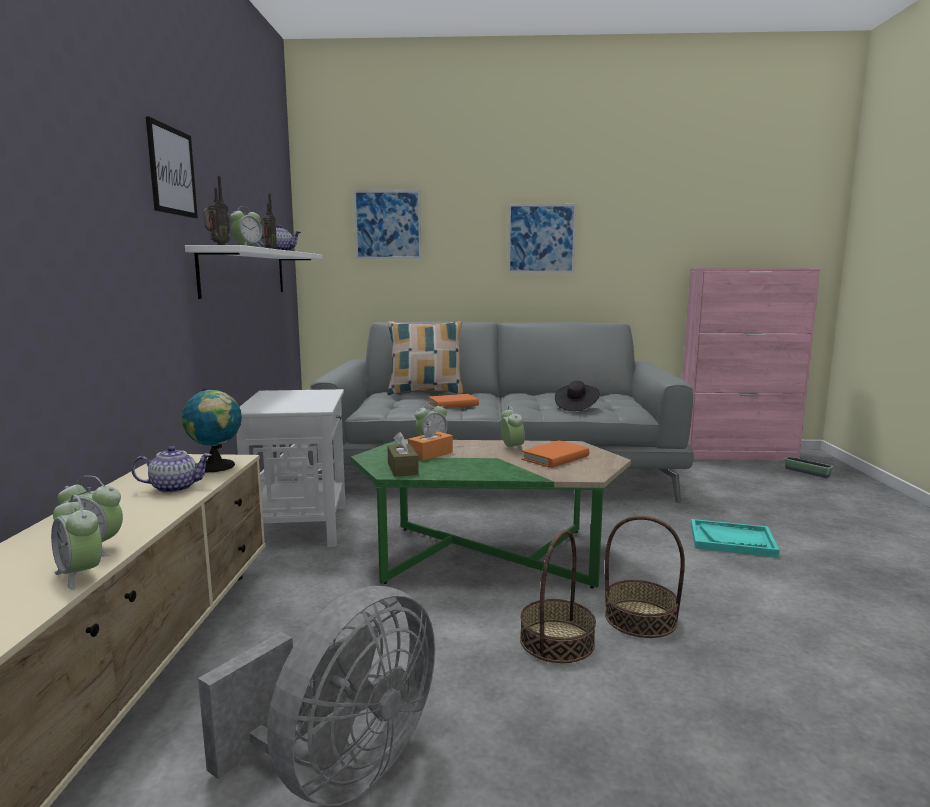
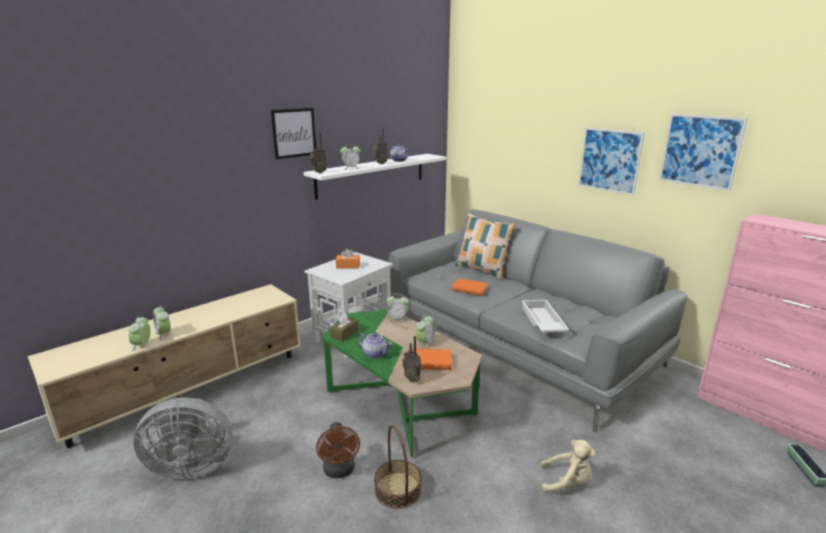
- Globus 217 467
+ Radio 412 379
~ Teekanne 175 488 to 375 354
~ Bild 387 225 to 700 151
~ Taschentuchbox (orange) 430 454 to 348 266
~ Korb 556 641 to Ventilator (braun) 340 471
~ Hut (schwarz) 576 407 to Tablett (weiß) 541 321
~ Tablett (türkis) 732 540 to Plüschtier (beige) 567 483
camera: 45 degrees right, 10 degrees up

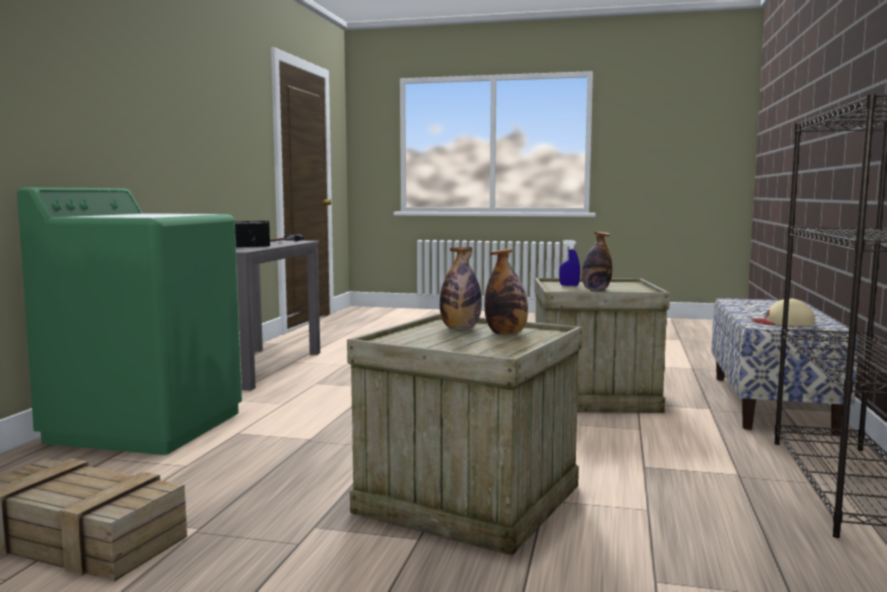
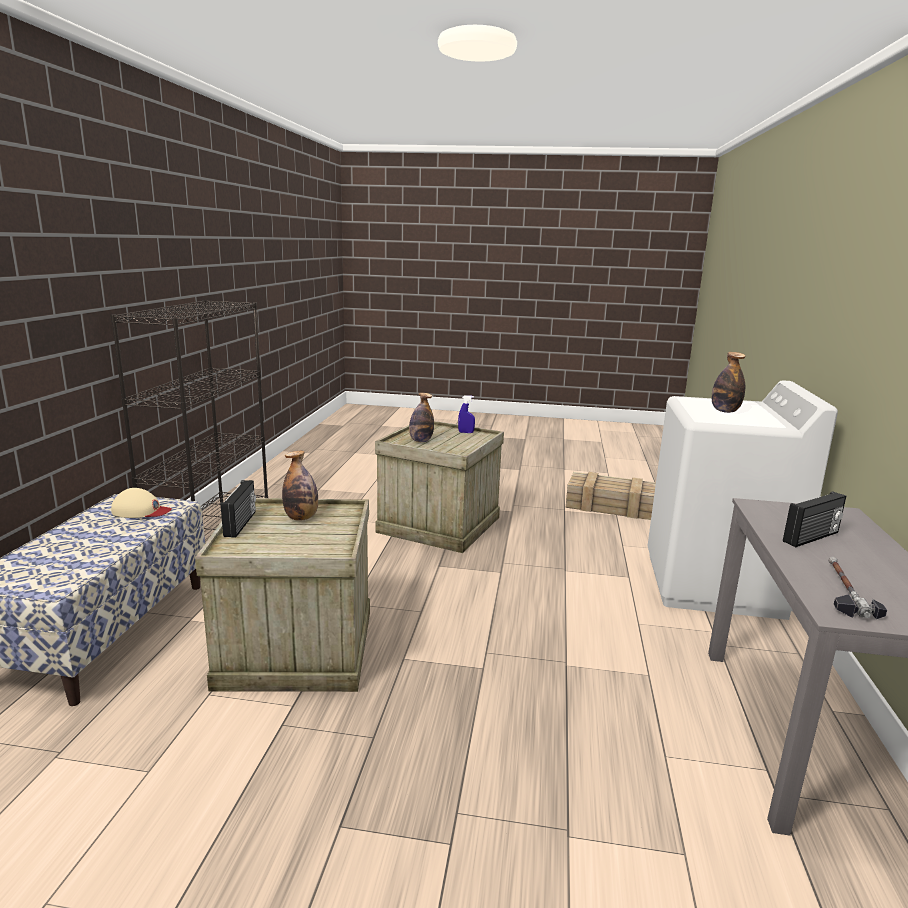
+ Radio 241 524
~ Flasche 460 328 to 725 411
~ Sprühflasche (blau) 569 285 to 466 432
~ Waschmaschine (grün) 147 426 to Waschmaschine (weiß) 714 584
camera: 175 degrees right, 10 degrees up

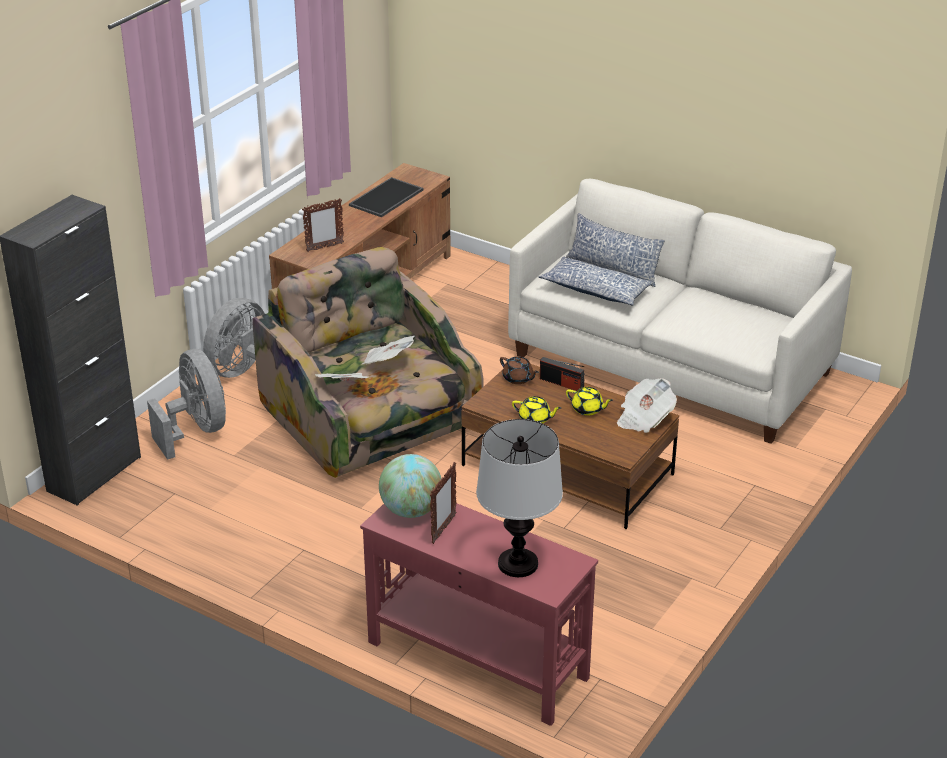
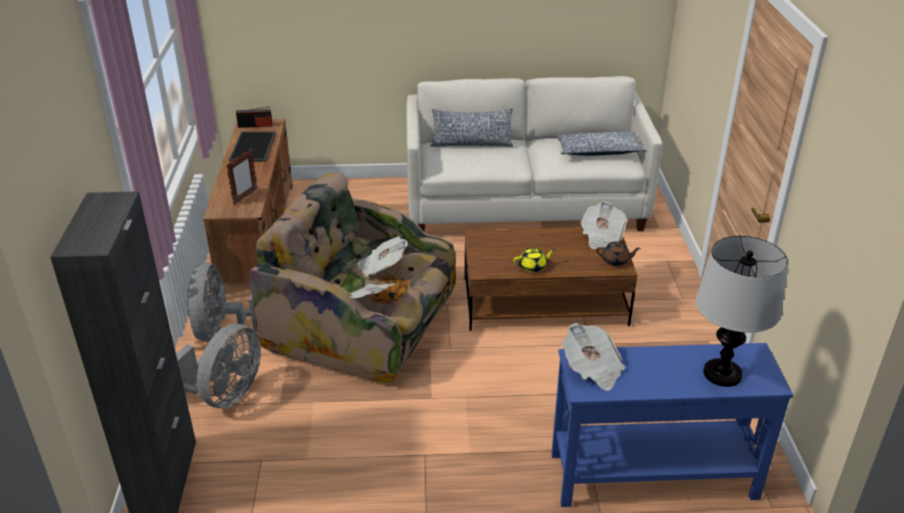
- Bilderrahmen 443 529
- Teekanne (gelb) 588 409
~ Teekanne (braun) 518 378 to 616 261
~ Kissen 595 290 to 598 151
~ Radio 561 383 to 255 125
~ Globus 411 510 to Zeitung 592 369
~ Konsolentisch (rot) 476 659 to Konsolentisch (blau) 651 475
~ Ventilator (grau) 196 430 = 224 396 90 degrees clockwise
camera: 35 degrees left, 0 degrees up

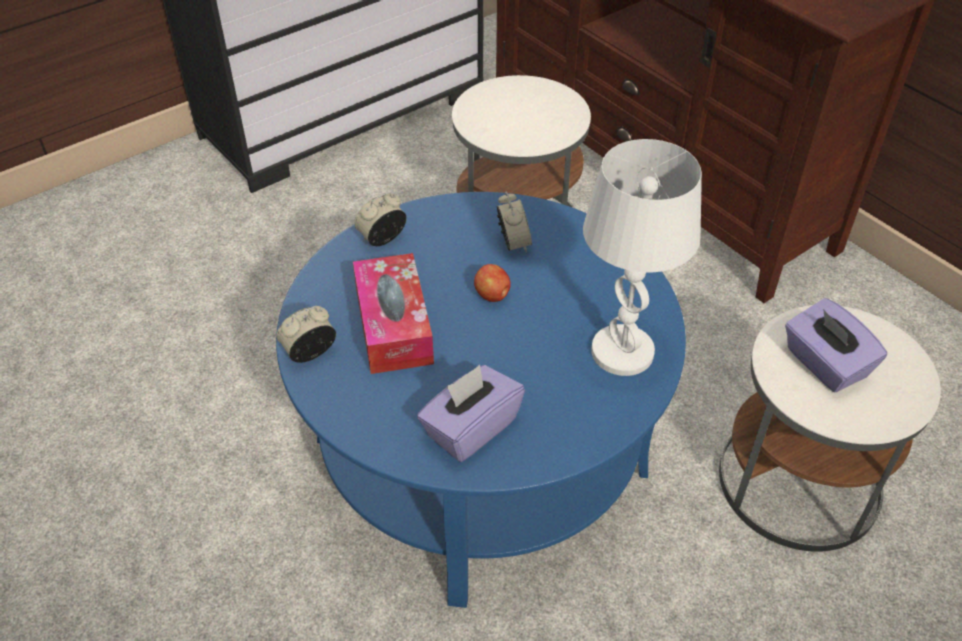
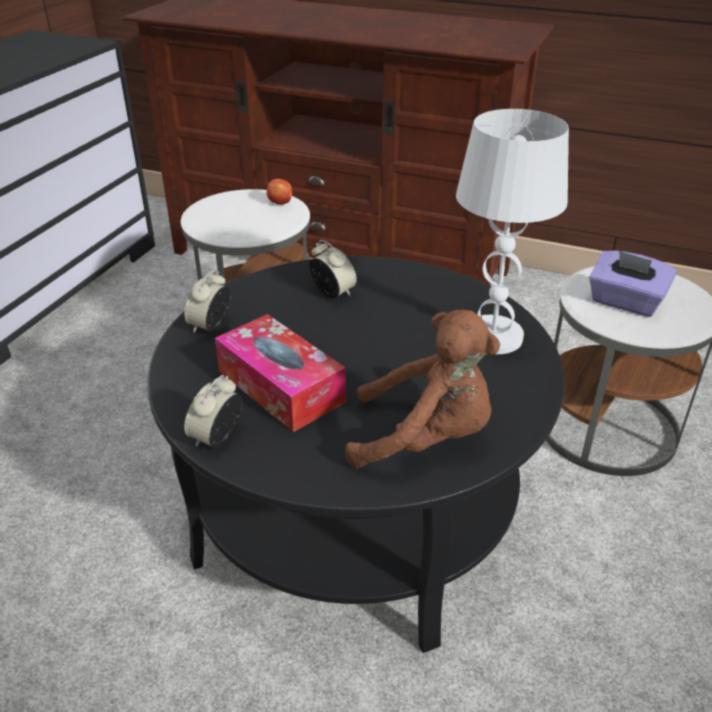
~ Apfel 492 295 to 280 203
~ Taschentuchbox (lila) 470 428 to Plüschtier (braun) 425 438
~ Couchtisch (blau) 480 455 to Couchtisch (schwarz) 356 512
camera: 30 degrees left, 10 degrees down

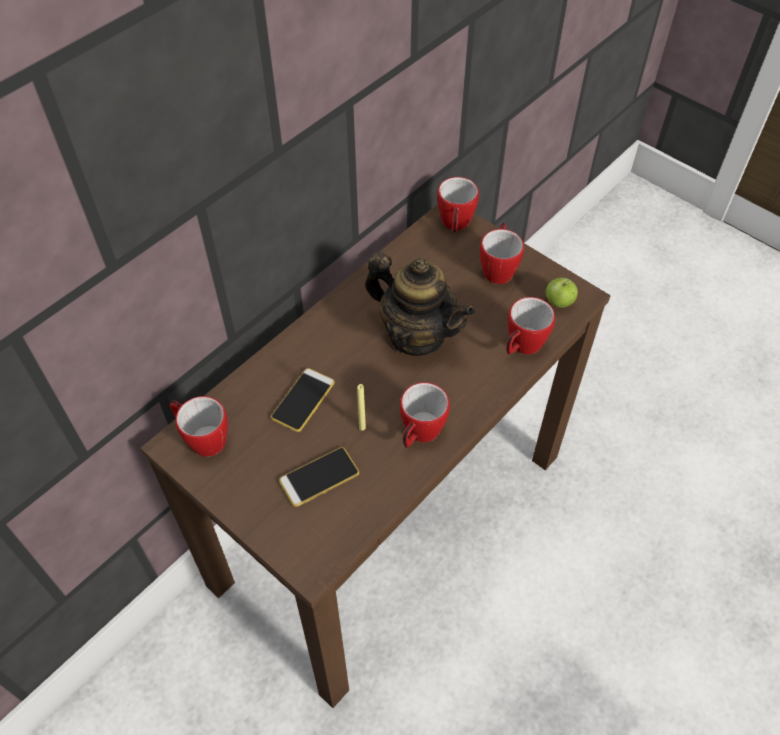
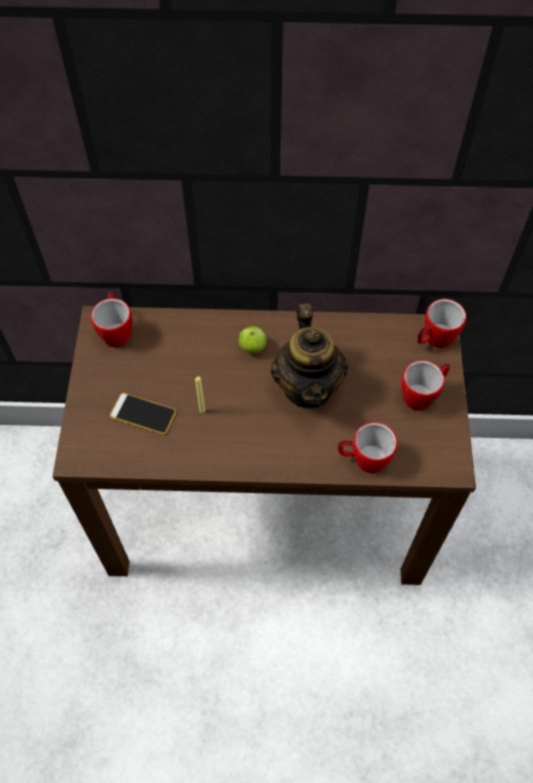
- Handy 303 400
- Henkelbecher 419 434
~ Apfel 559 302 to 252 347
camera: 50 degrees right, 5 degrees up

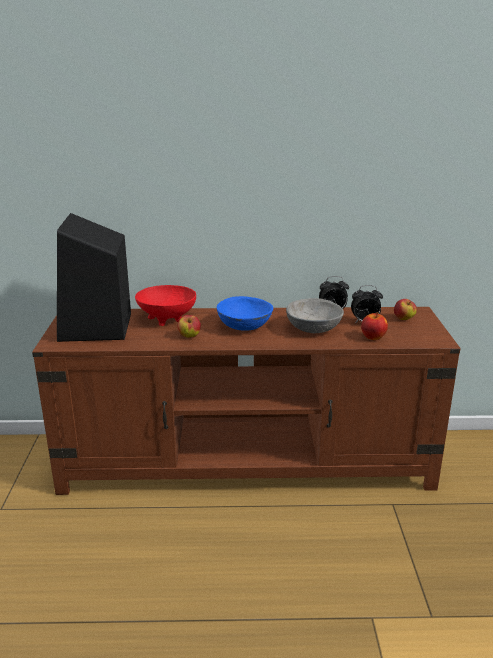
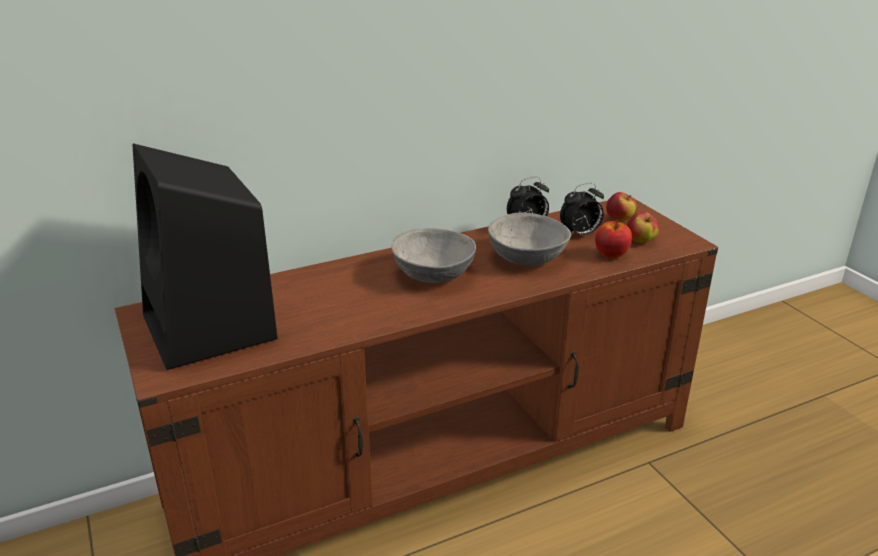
- Schüssel (rot) 168 318
~ Apfel 189 336 to 640 241
~ Schüssel (blau) 244 326 to Schüssel (grau) 432 274
camera: 25 degrees left, 5 degrees up

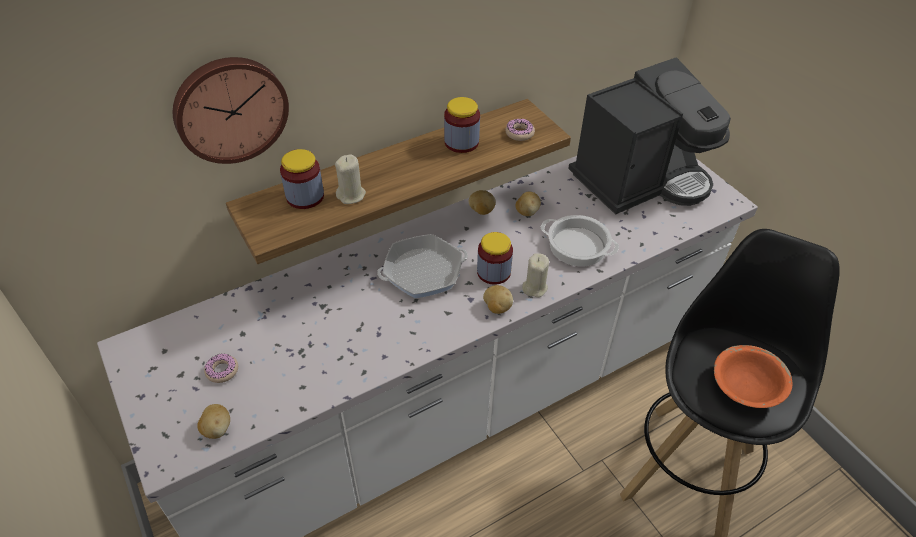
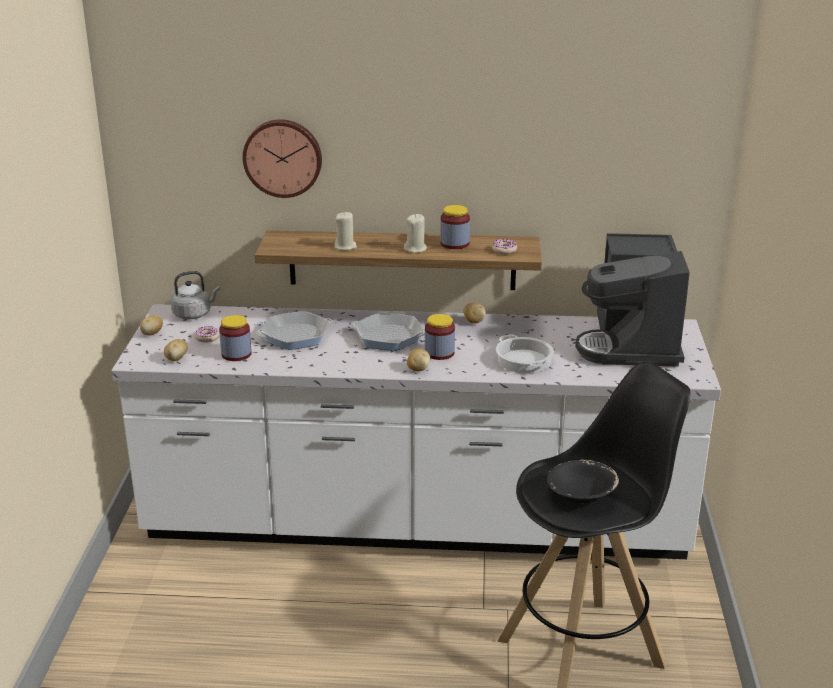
+ Wasserkessel (grau) 194 314
+ Pfanne 295 336
~ Vorratsglas 305 196 to 236 354
~ Kartoffel 527 212 to 152 334
~ Kerze (beige) 534 287 to 415 249
~ Schüssel (orange) 745 387 to Schüssel (schwarz) 581 496
~ Kaffeemaschine 640 179 = 632 344 90 degrees clockwise
camera: 35 degrees right, 20 degrees down

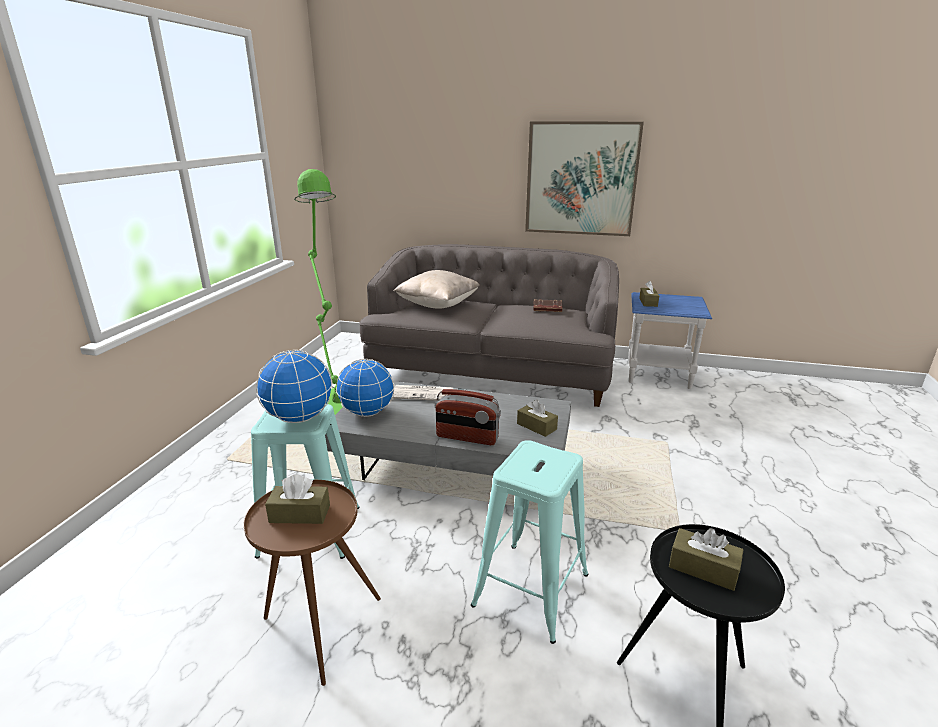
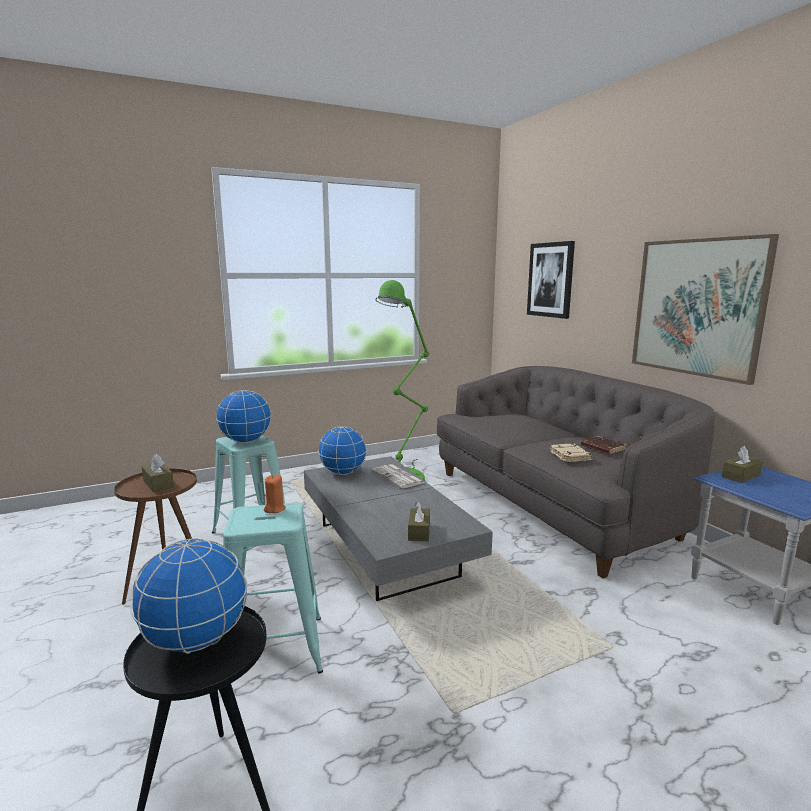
- Kissen (beige) 438 305
- Radio 467 437
+ Kerze (orange) 274 509
+ Bild 550 280
+ Buch (beige) 570 456
~ Taschentuchbox (braun) 703 568 to Globus 197 640
camera: 50 degrees right, 10 degrees down

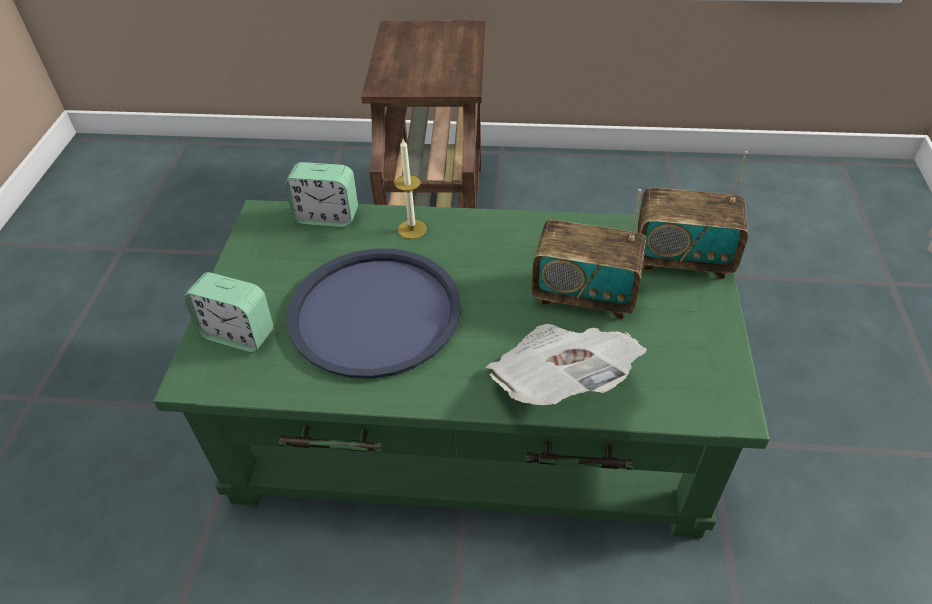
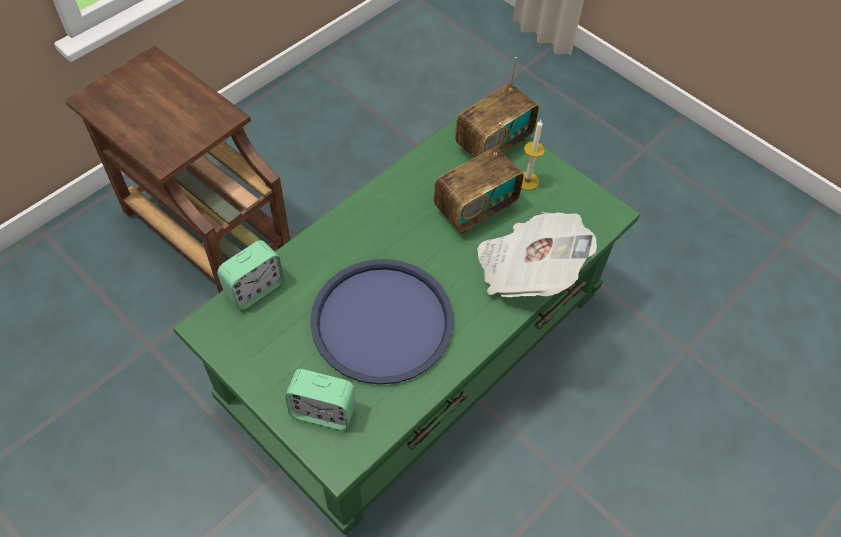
~ Kerze 412 229 to 527 181
~ Wecker 238 334 = 323 411 45 degrees clockwise
camera: 55 degrees left, 10 degrees up

